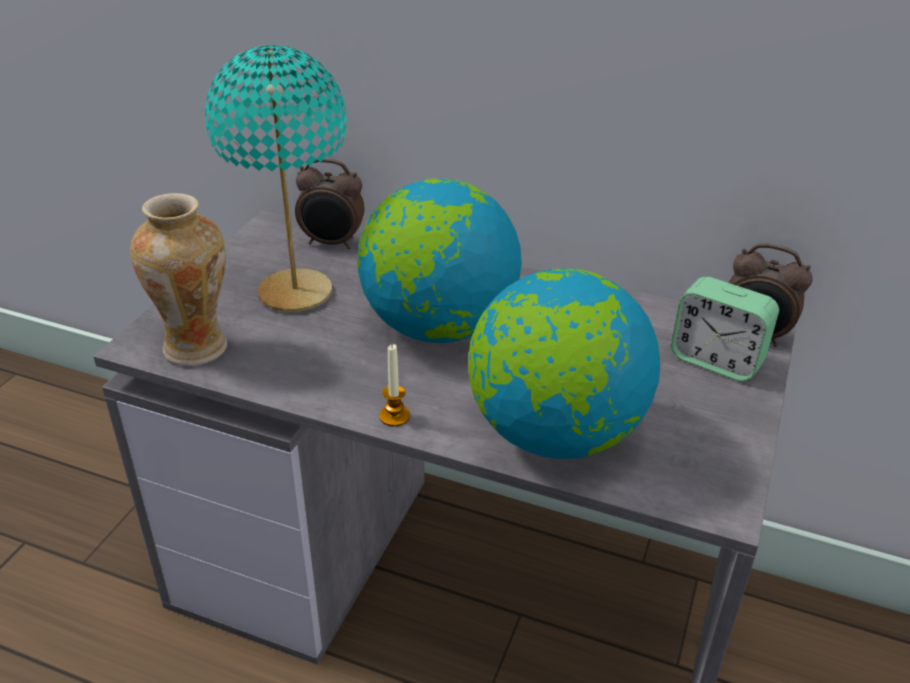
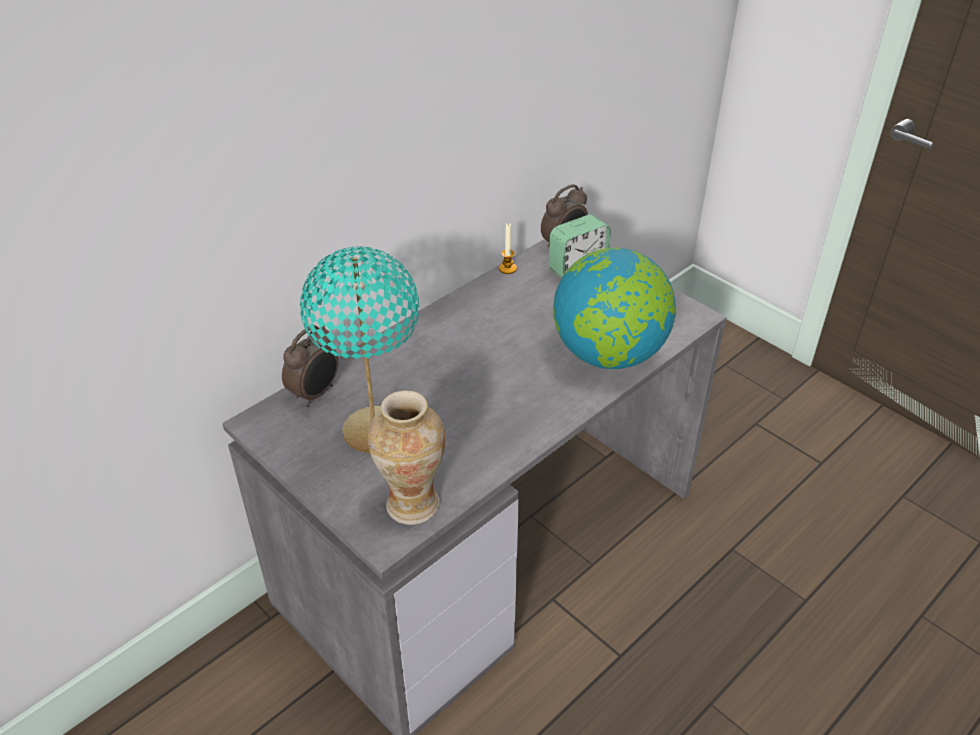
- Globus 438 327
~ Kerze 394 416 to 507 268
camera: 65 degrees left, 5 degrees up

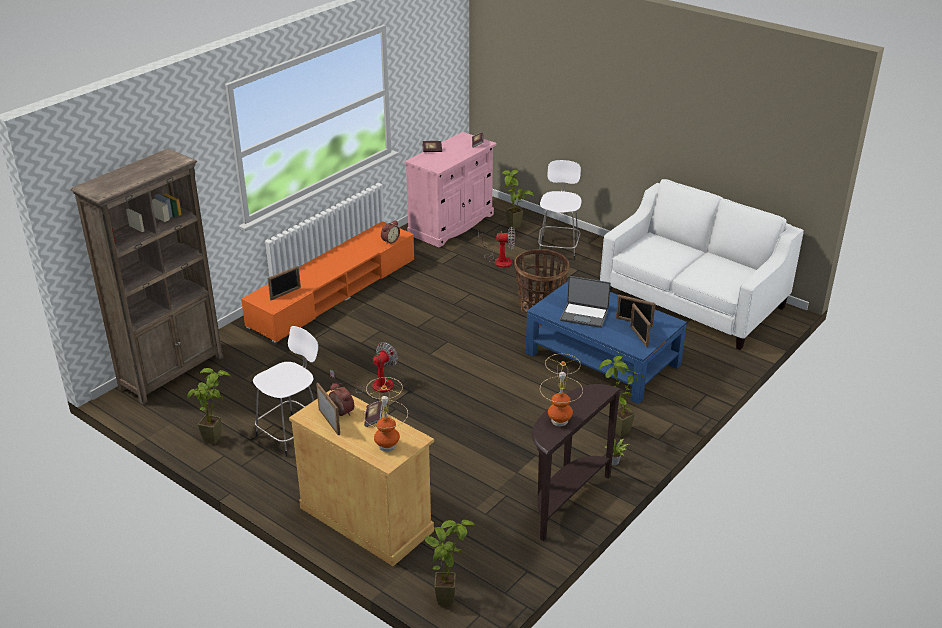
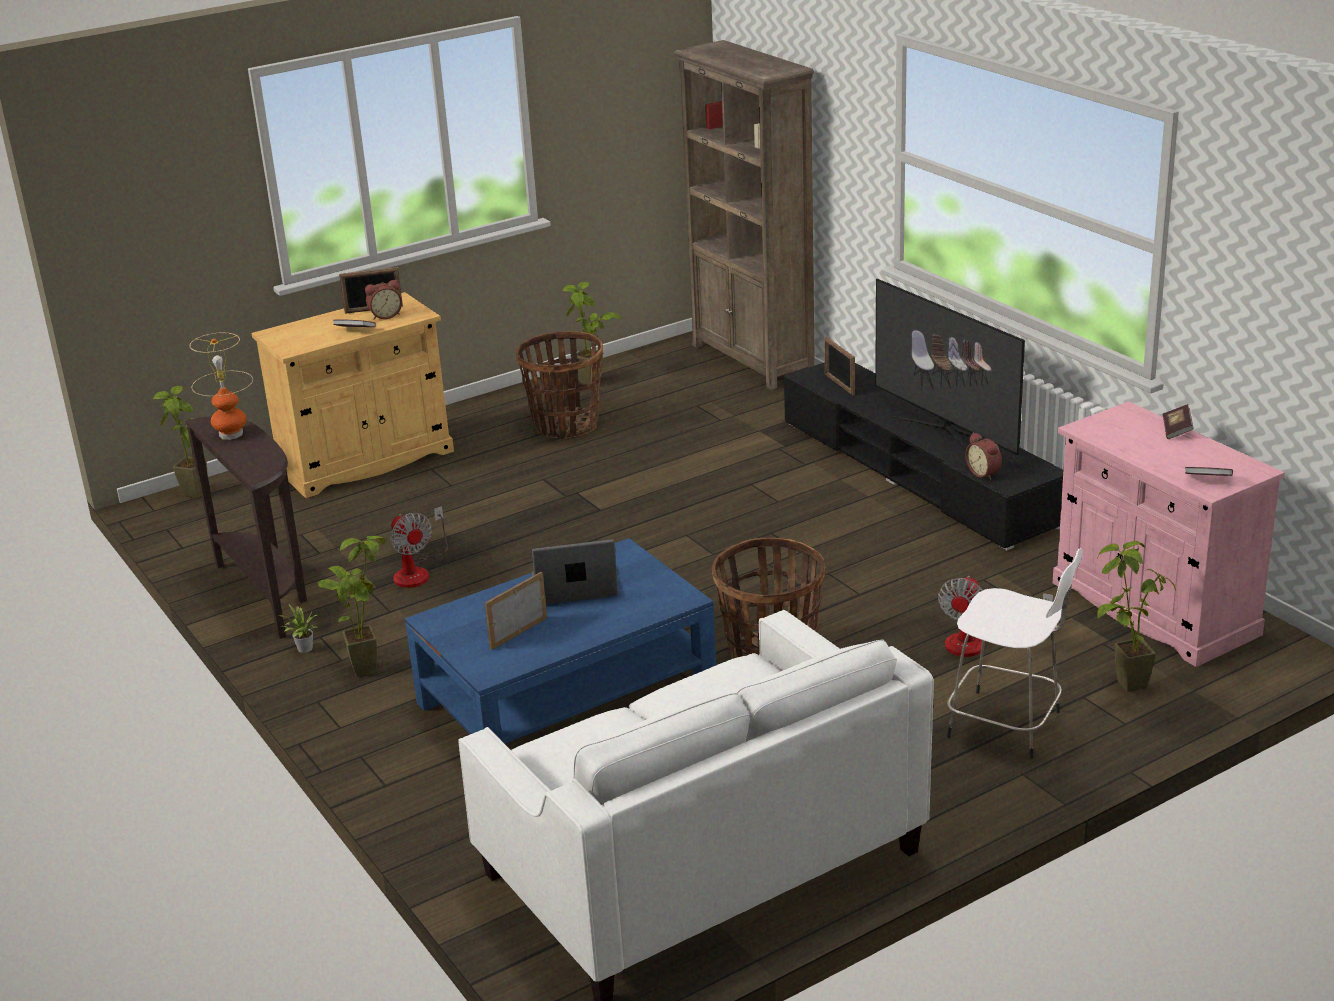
- Tischlampe 387 446
- Bilderrahmen 638 336
+ Fernseher 945 430
~ Ventilator 374 386 to 417 571
~ Hocker (weiß) 291 433 to Korb 565 426
~ Fernsehschrank (orange) 334 292 to Fernsehschrank (schwarz) 917 473
~ Laptop 584 315 = 574 587 45 degrees clockwise
camera: 110 degrees right, 5 degrees down

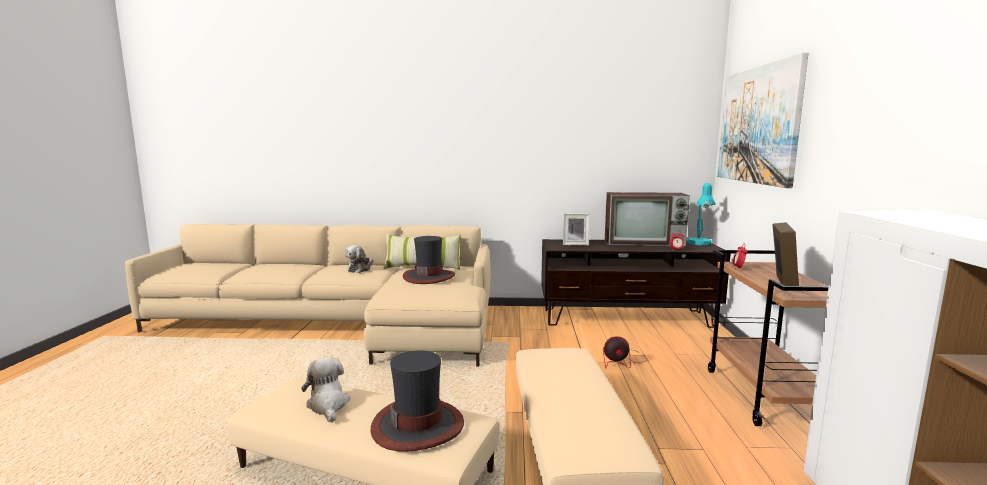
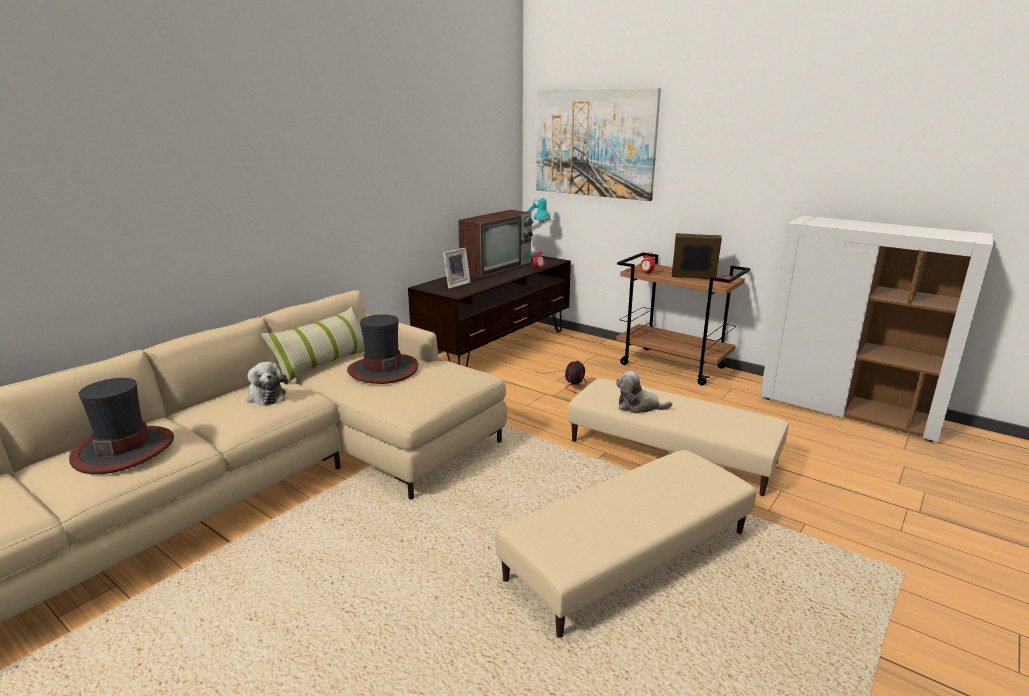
~ Plüschtier 328 405 to 638 406
~ Hut 418 425 to 124 449
~ Bilderrahmen 782 283 = 693 278 45 degrees counterclockwise
camera: 55 degrees left, 10 degrees up

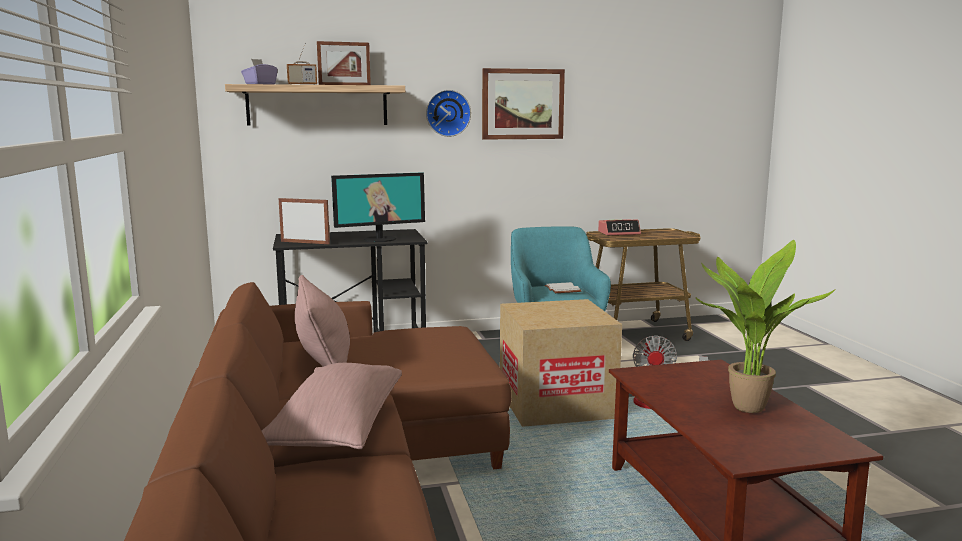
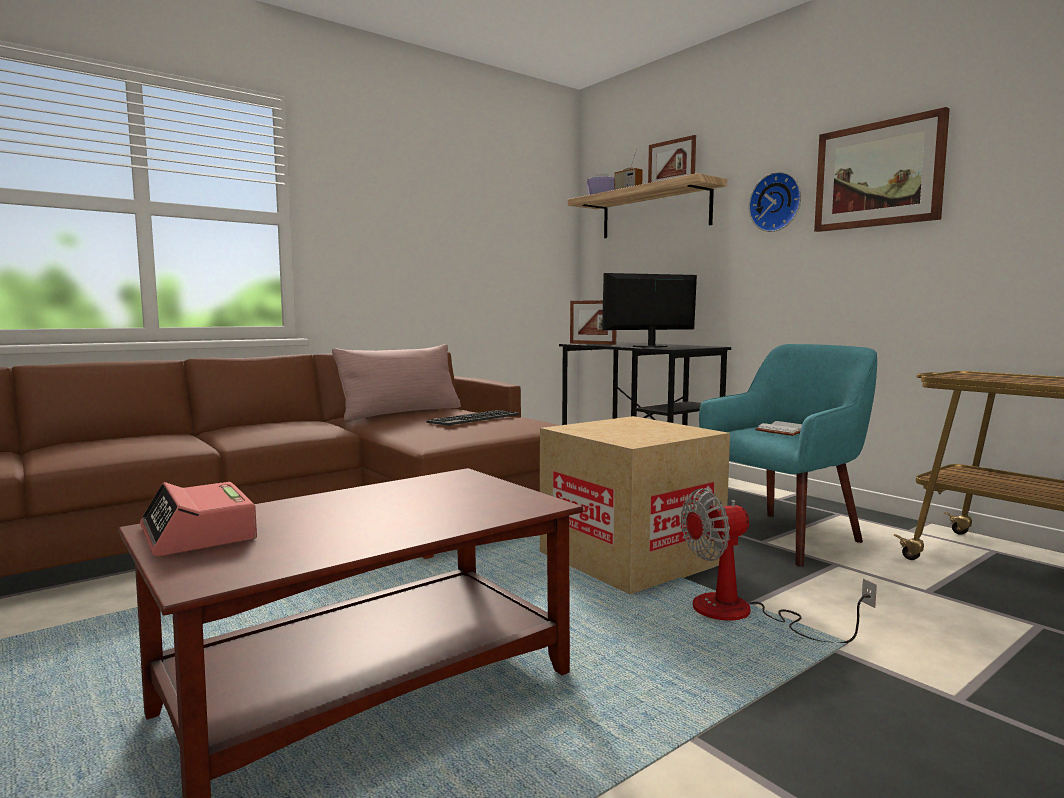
- Kissen (rosa) 337 429
- Topfpflanze 744 406
+ Tastatur 473 419
~ Wecker 619 233 to 198 534
~ Bilderrahmen 305 242 = 592 344 135 degrees clockwise
~ Monitor 380 239 = 650 346 120 degrees clockwise
camera: 65 degrees right, 5 degrees down

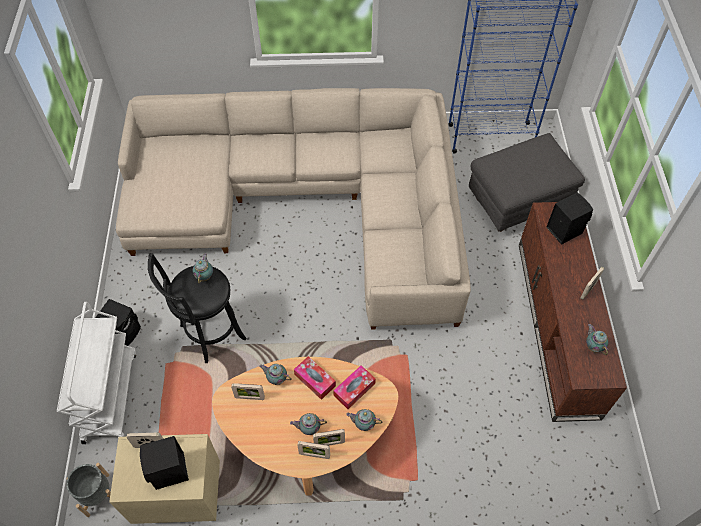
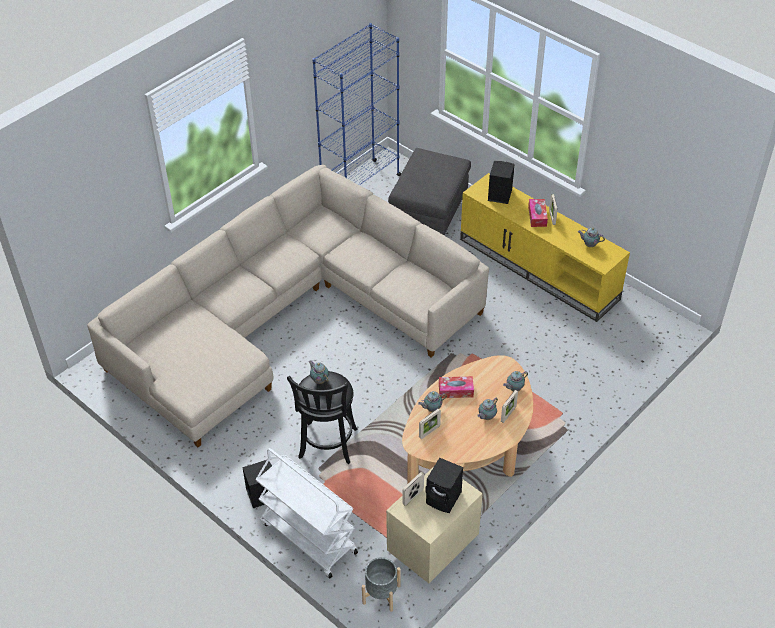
- Bilderrahmen 314 455
~ Taschentuchbox 354 389 to 537 216
~ Fernsehschrank (braun) 558 327 to Fernsehschrank (gelb) 539 269
camera: 45 degrees left, 10 degrees down

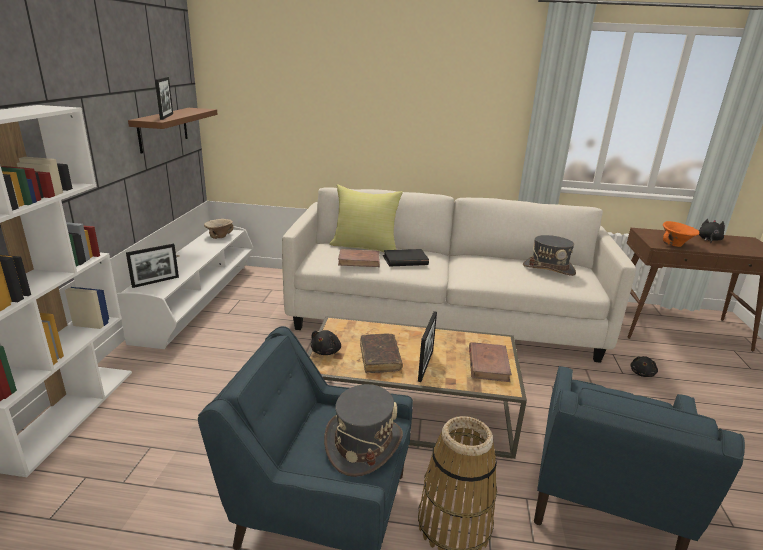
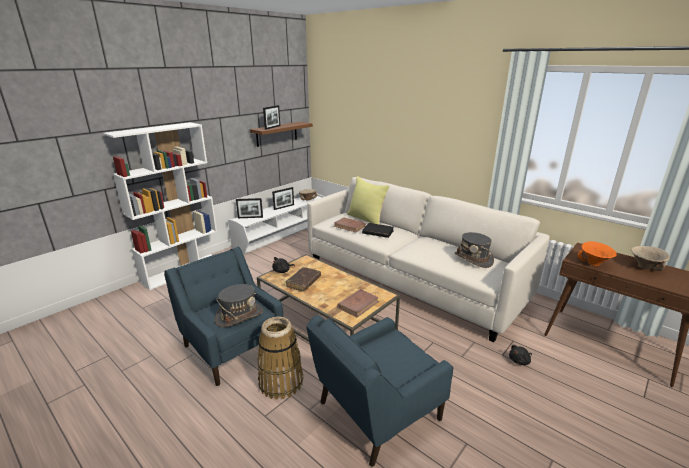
~ Bilderrahmen 425 365 to 284 207
~ Plüschtier (schwarz) 708 239 to Schüssel (beige) 644 267
camera: 35 degrees right, 0 degrees up

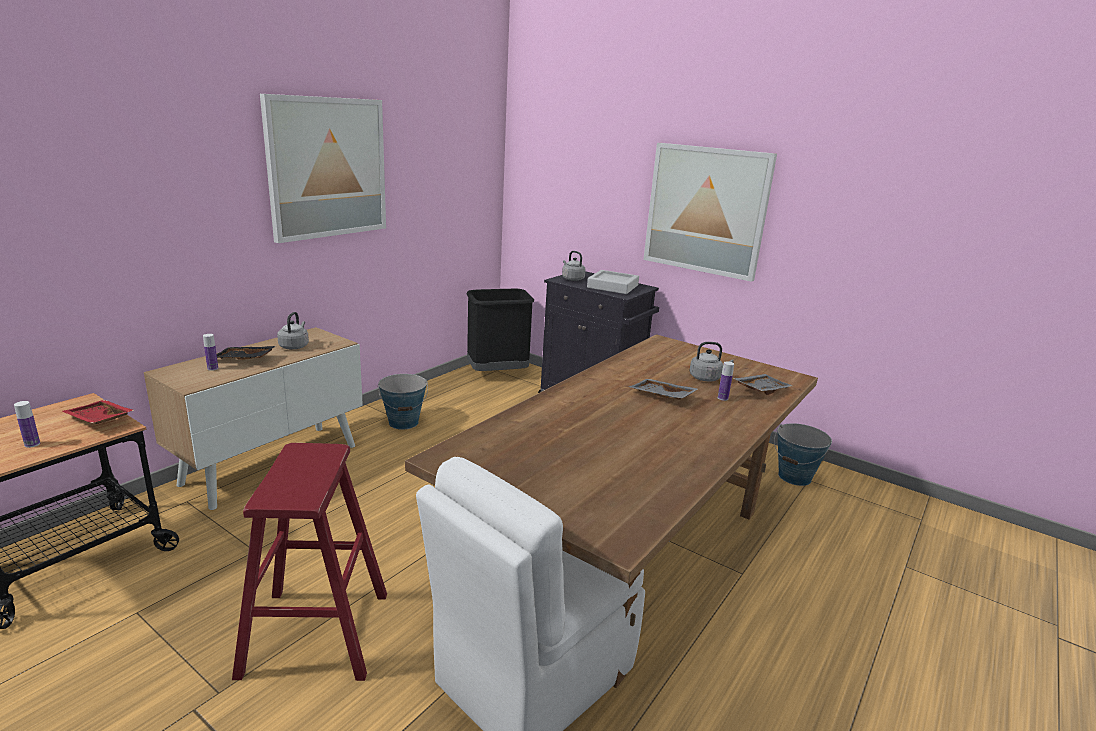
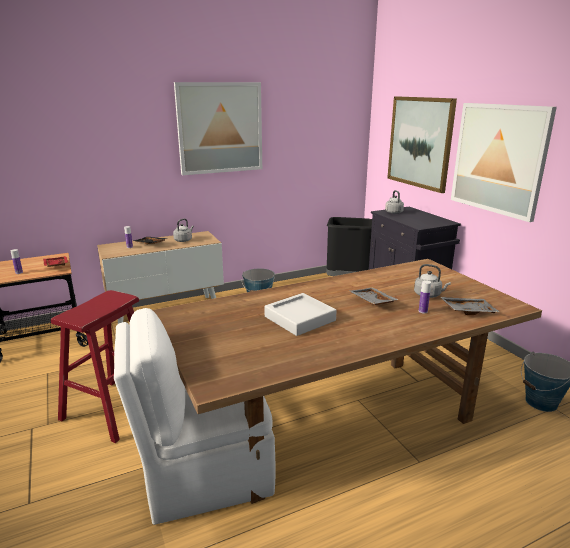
+ Bild 420 142
~ Tablett (grau) 612 286 to 300 318
camera: 30 degrees right, 0 degrees up

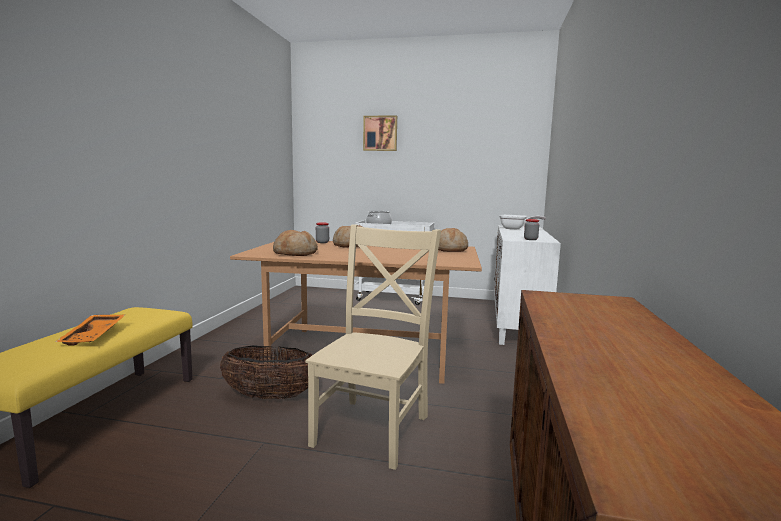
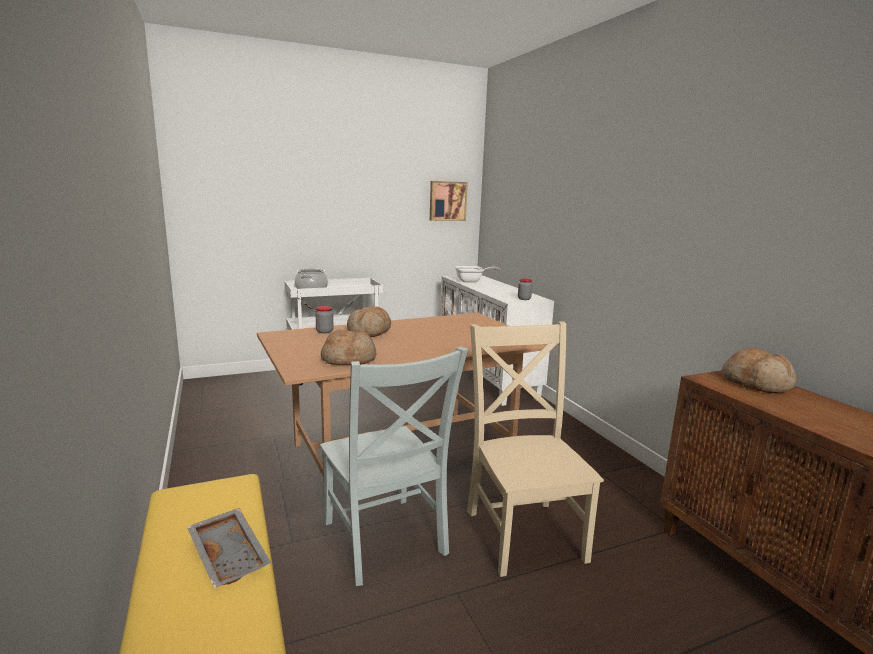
~ Bild 380 133 to 447 201
~ Brot 450 249 to 757 383
~ Korb 269 396 to Stuhl (grau) 385 541
~ Tablett (orange) 95 336 to Tablett (grau) 230 555
camera: 35 degrees left, 5 degrees up

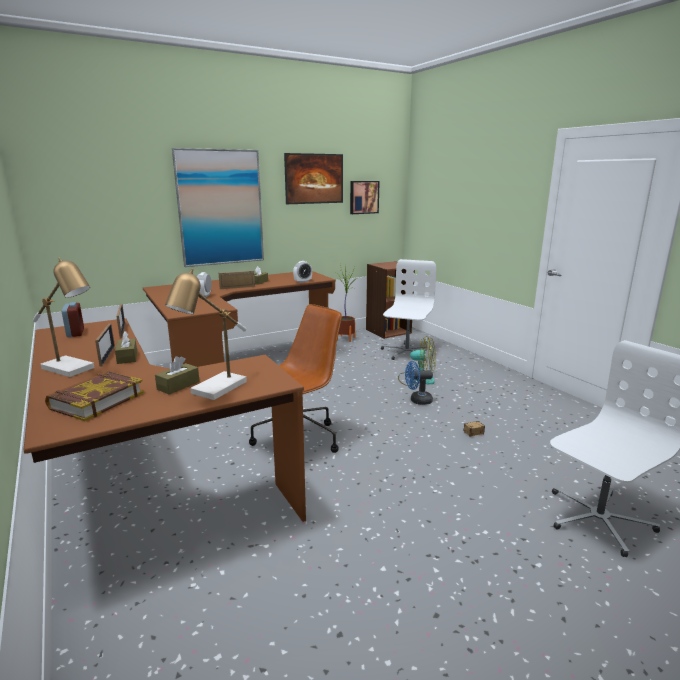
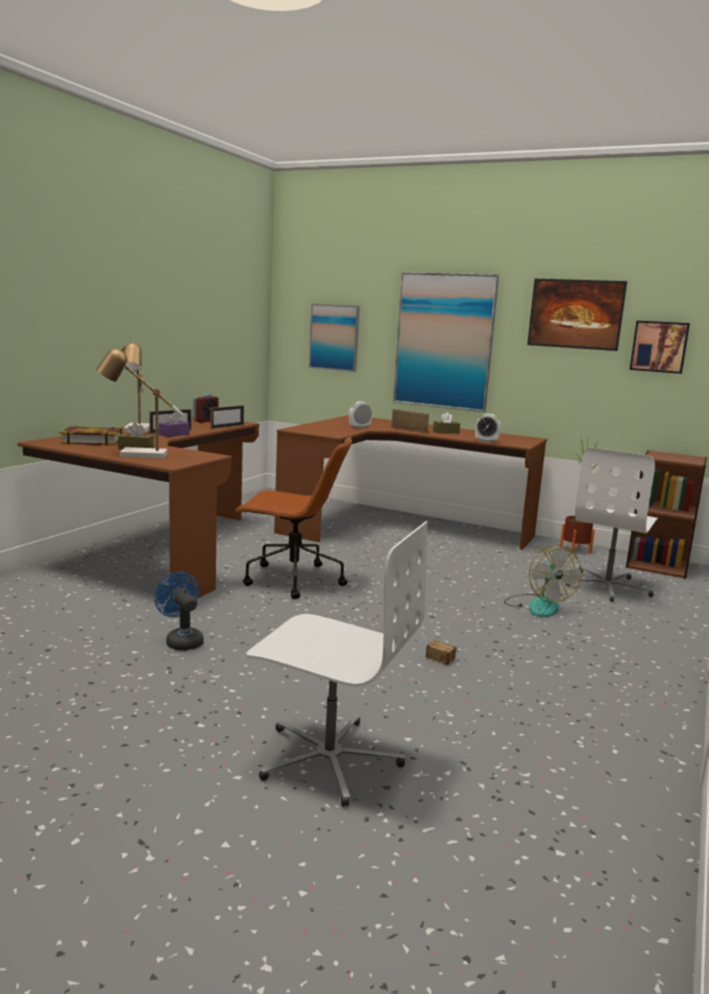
+ Bild 334 337
~ Ventilator (blau) 417 400 to 181 641
~ Taschentuchbox (braun) 127 357 to Taschentuchbox (lila) 174 434
~ Bürostuhl (weiß) 406 352 = 608 587 135 degrees clockwise
camera: 55 degrees right, 5 degrees down

